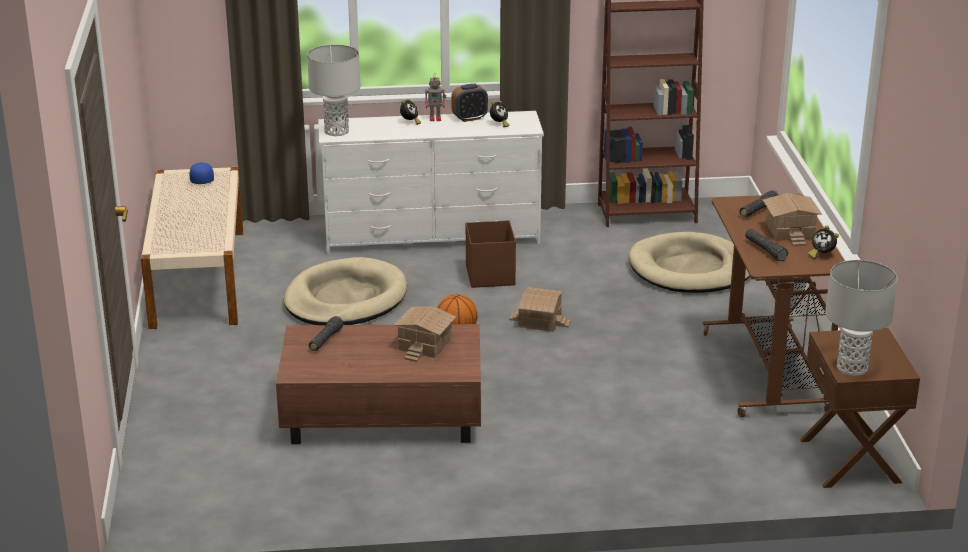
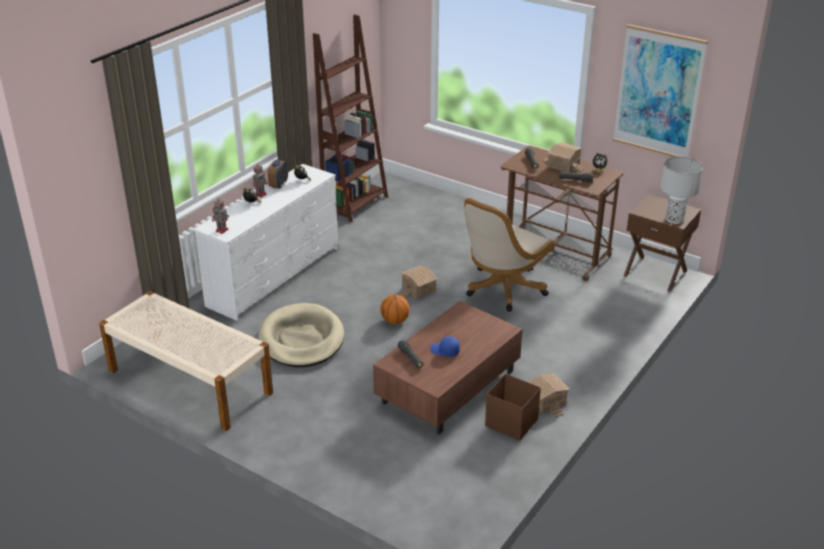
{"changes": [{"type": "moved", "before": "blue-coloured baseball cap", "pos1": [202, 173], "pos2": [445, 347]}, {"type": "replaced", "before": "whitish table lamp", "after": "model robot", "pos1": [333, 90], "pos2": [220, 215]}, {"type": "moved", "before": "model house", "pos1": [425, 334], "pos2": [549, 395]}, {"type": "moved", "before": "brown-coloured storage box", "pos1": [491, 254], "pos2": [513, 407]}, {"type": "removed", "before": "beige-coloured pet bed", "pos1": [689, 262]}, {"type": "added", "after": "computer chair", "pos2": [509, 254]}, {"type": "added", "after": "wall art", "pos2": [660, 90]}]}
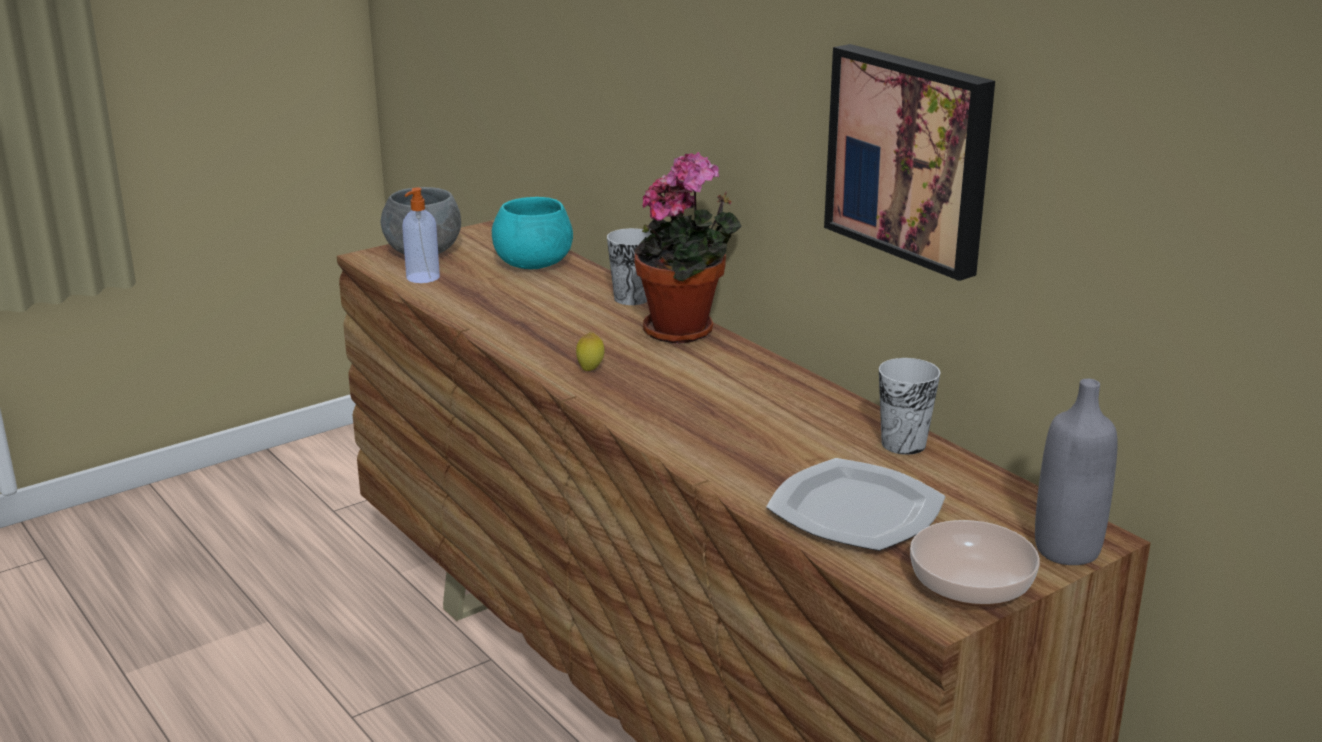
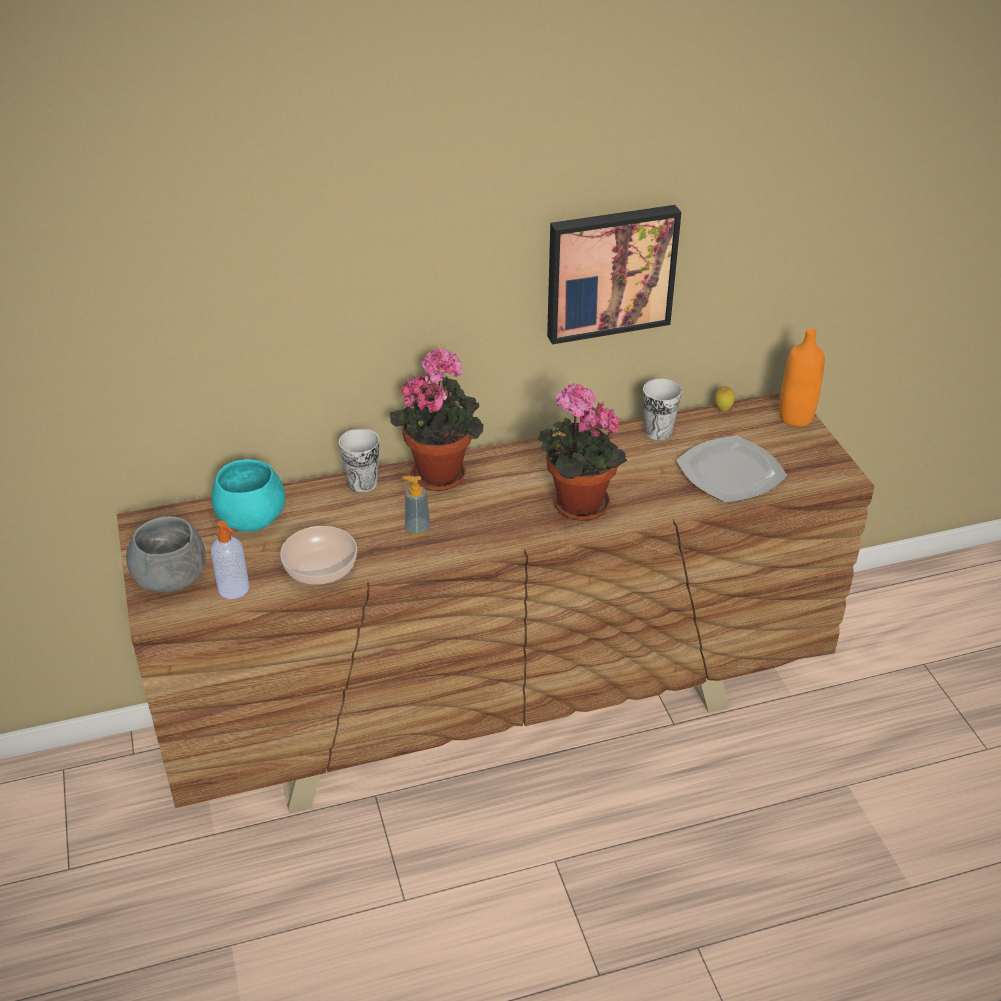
{"changes": [{"type": "moved", "before": "lemon", "pos1": [590, 351], "pos2": [725, 399]}, {"type": "moved", "before": "deep dish", "pos1": [975, 563], "pos2": [318, 555]}, {"type": "recoloured", "before": "greyish bottle", "after": "orangey bottle", "pos1": [1076, 472], "pos2": [802, 377]}, {"type": "added", "after": "liquid soap bottle", "pos2": [416, 506]}, {"type": "added", "after": "plant in a pot", "pos2": [582, 452]}]}
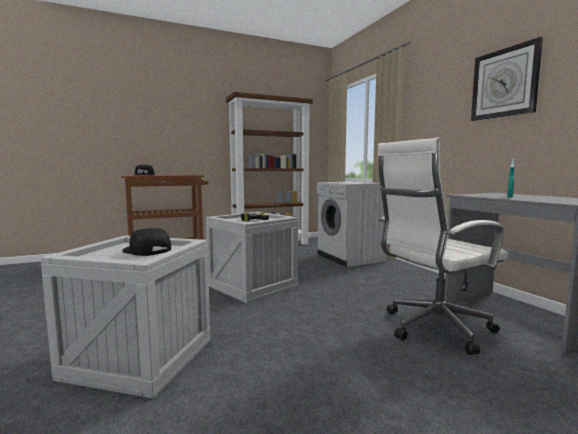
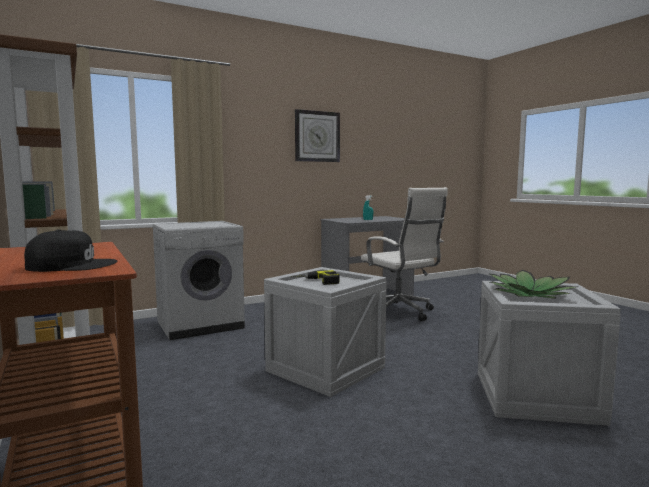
{"changes": [{"type": "replaced", "before": "black-coloured baseball cap", "after": "plant in a pot", "pos1": [146, 242], "pos2": [532, 284]}]}
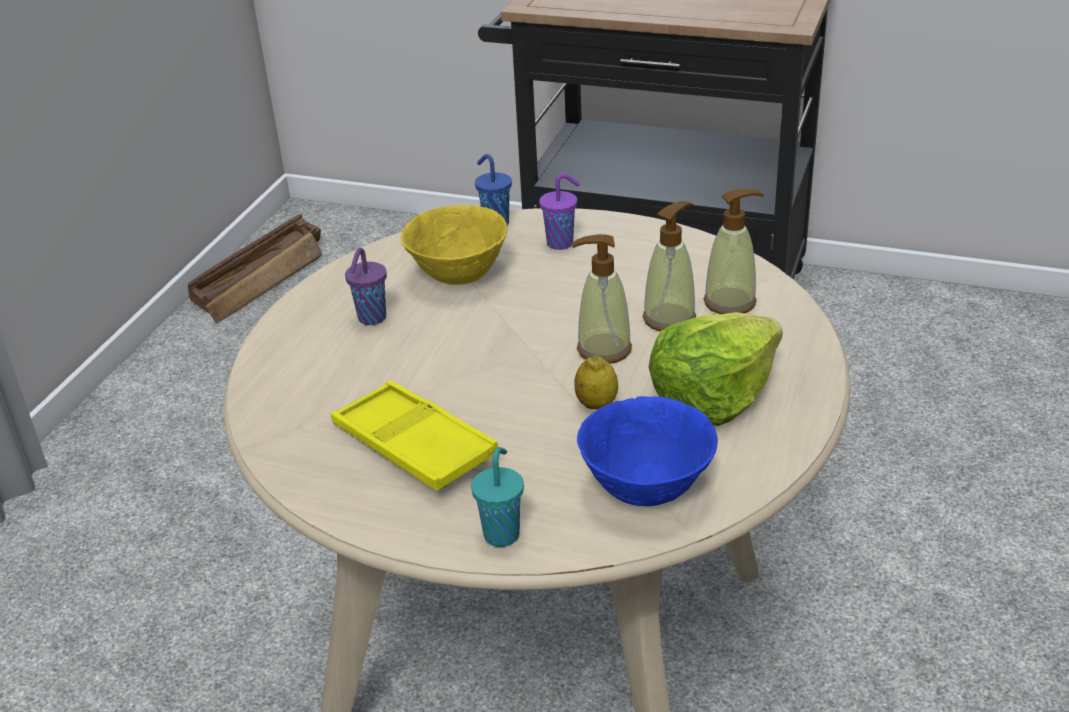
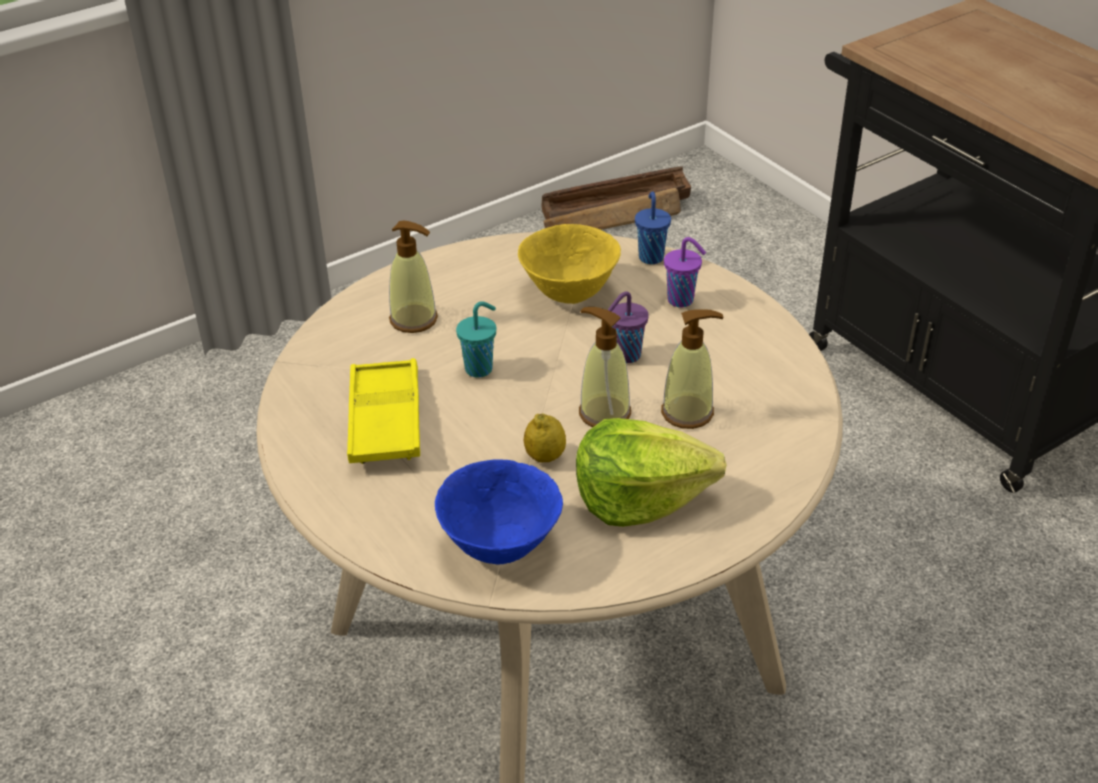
{"changes": [{"type": "moved", "before": "purple cup", "pos1": [366, 286], "pos2": [628, 327]}, {"type": "moved", "before": "turquoise-coloured cup", "pos1": [497, 497], "pos2": [476, 339]}, {"type": "moved", "before": "liquid soap bottle", "pos1": [733, 251], "pos2": [413, 277]}]}
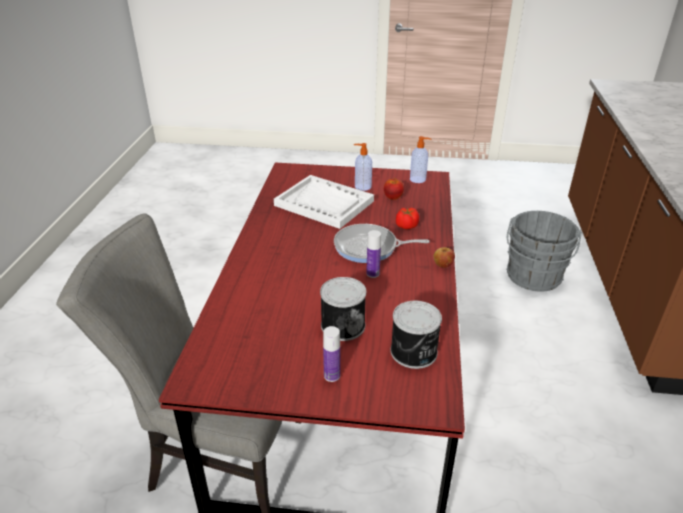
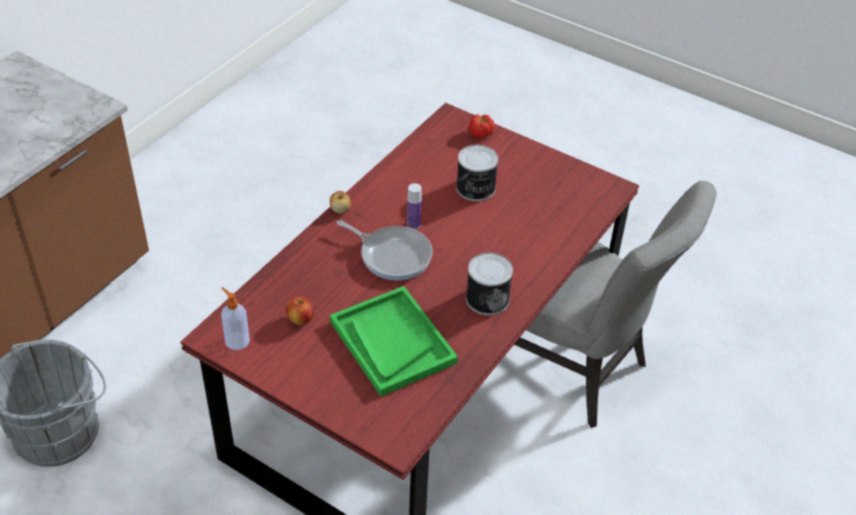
{"changes": [{"type": "recoloured", "before": "whitish serving tray", "after": "green serving tray", "pos1": [324, 202], "pos2": [394, 341]}, {"type": "removed", "before": "bottle", "pos1": [331, 354]}, {"type": "removed", "before": "liquid soap bottle", "pos1": [363, 167]}, {"type": "moved", "before": "metal can", "pos1": [416, 335], "pos2": [489, 284]}, {"type": "moved", "before": "tomato", "pos1": [408, 218], "pos2": [481, 126]}]}
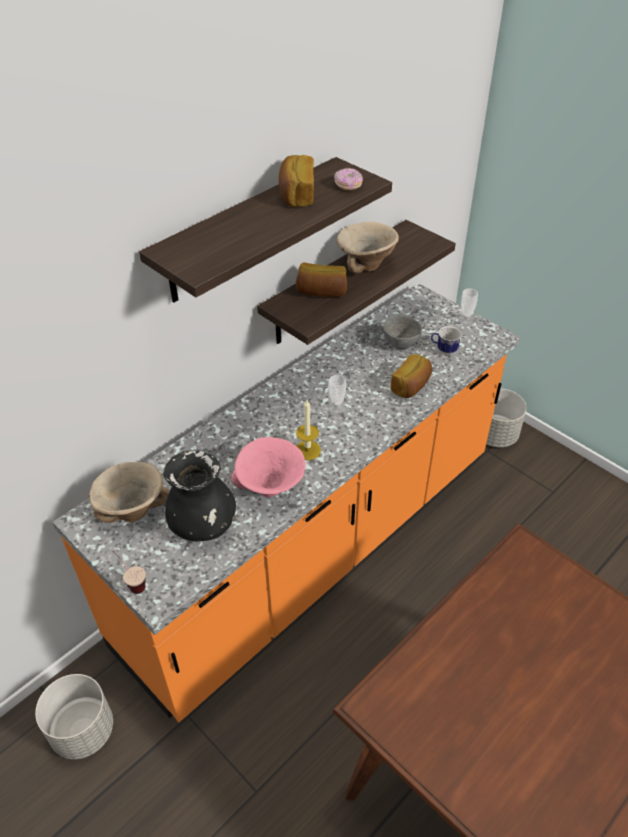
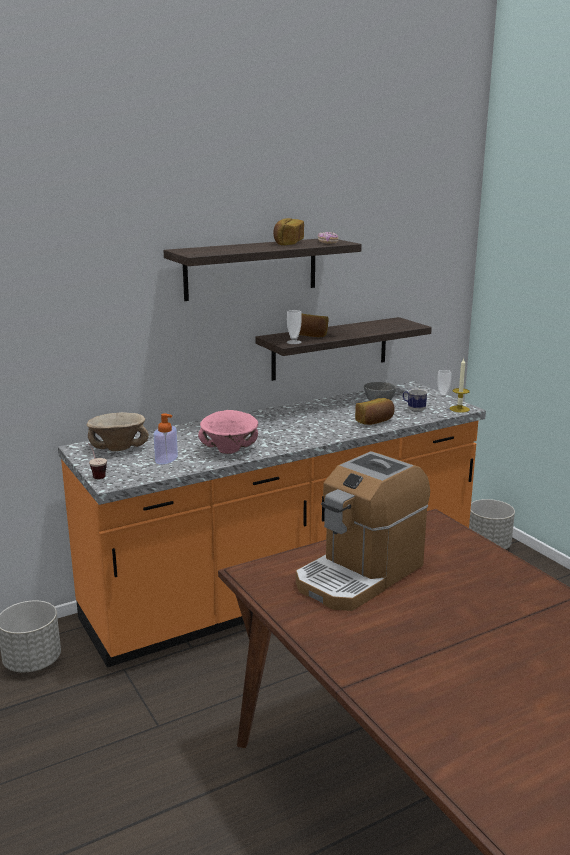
{"changes": [{"type": "replaced", "before": "black-coloured vase", "after": "liquid soap bottle", "pos1": [199, 496], "pos2": [166, 438]}, {"type": "moved", "before": "candle", "pos1": [308, 430], "pos2": [460, 385]}, {"type": "moved", "before": "cup", "pos1": [337, 394], "pos2": [294, 327]}, {"type": "removed", "before": "beige-coloured deep dish", "pos1": [367, 248]}, {"type": "added", "after": "coffee brewer", "pos2": [363, 531]}]}
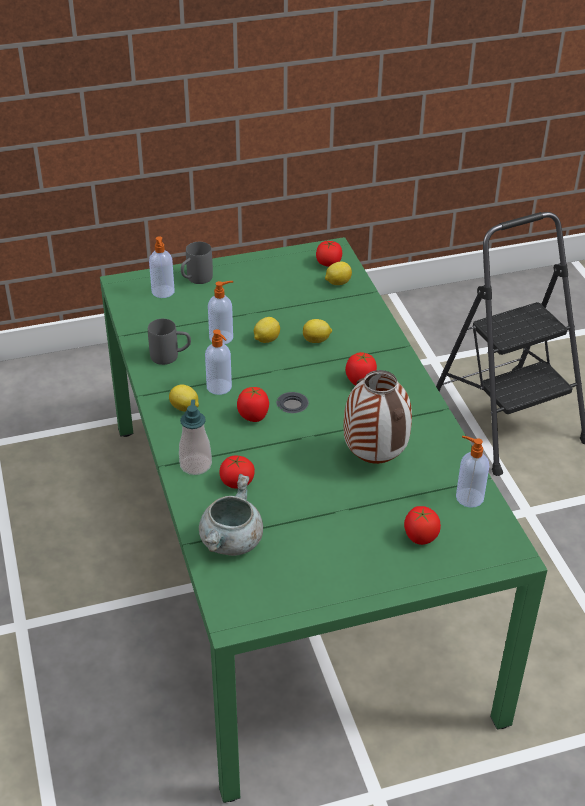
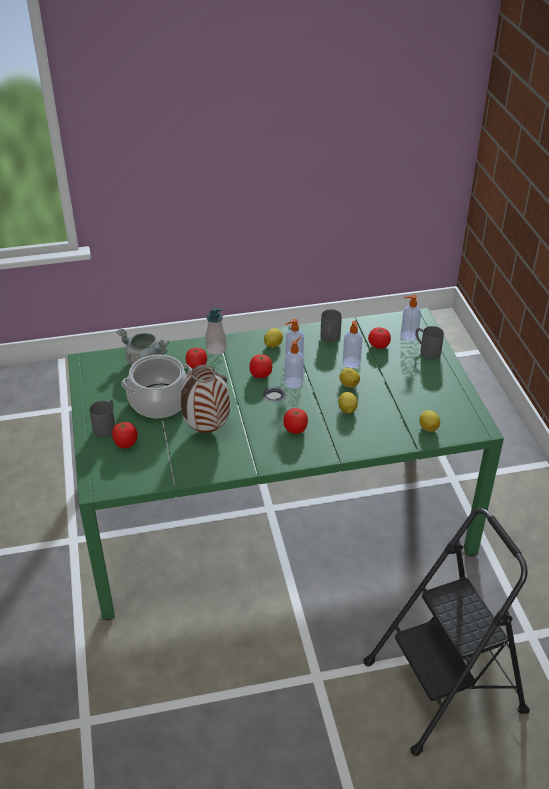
{"changes": [{"type": "moved", "before": "tomato", "pos1": [329, 254], "pos2": [379, 338]}, {"type": "moved", "before": "liquid soap bottle", "pos1": [472, 472], "pos2": [294, 362]}, {"type": "added", "after": "greyish mug", "pos2": [102, 418]}, {"type": "added", "after": "cooking pot", "pos2": [156, 386]}]}
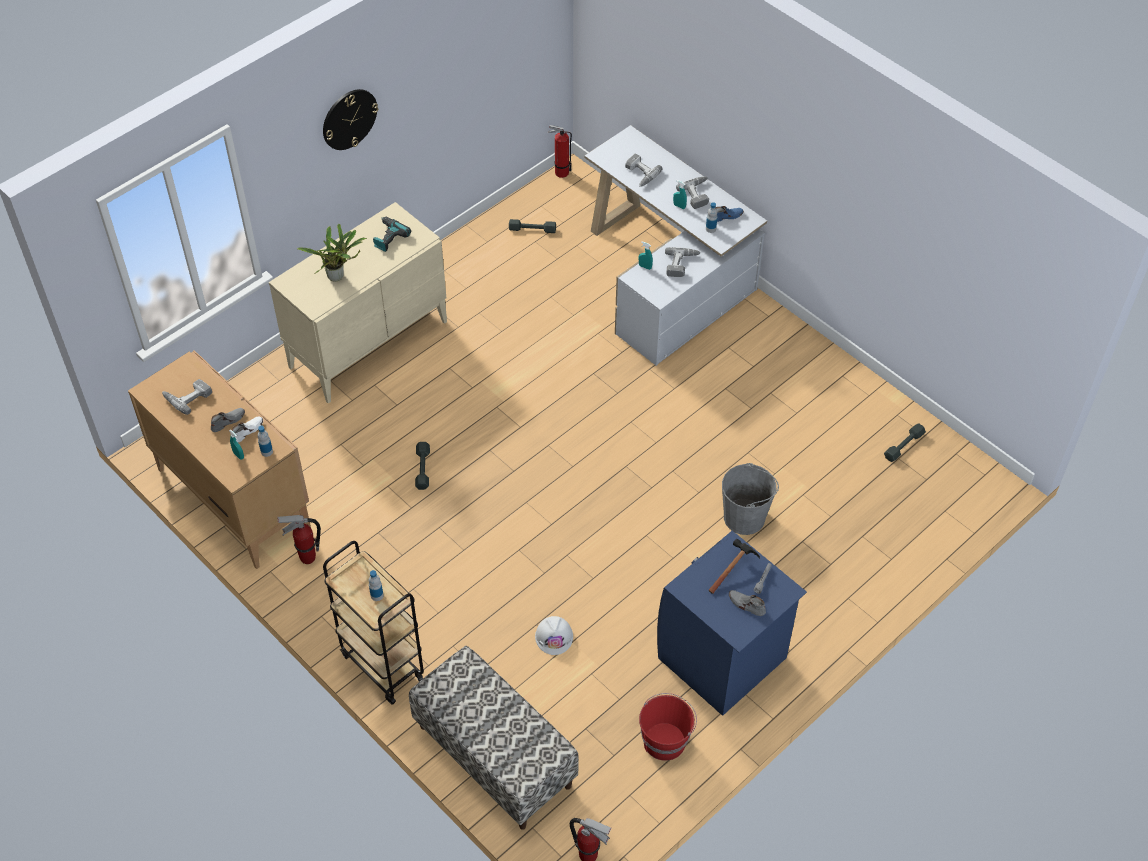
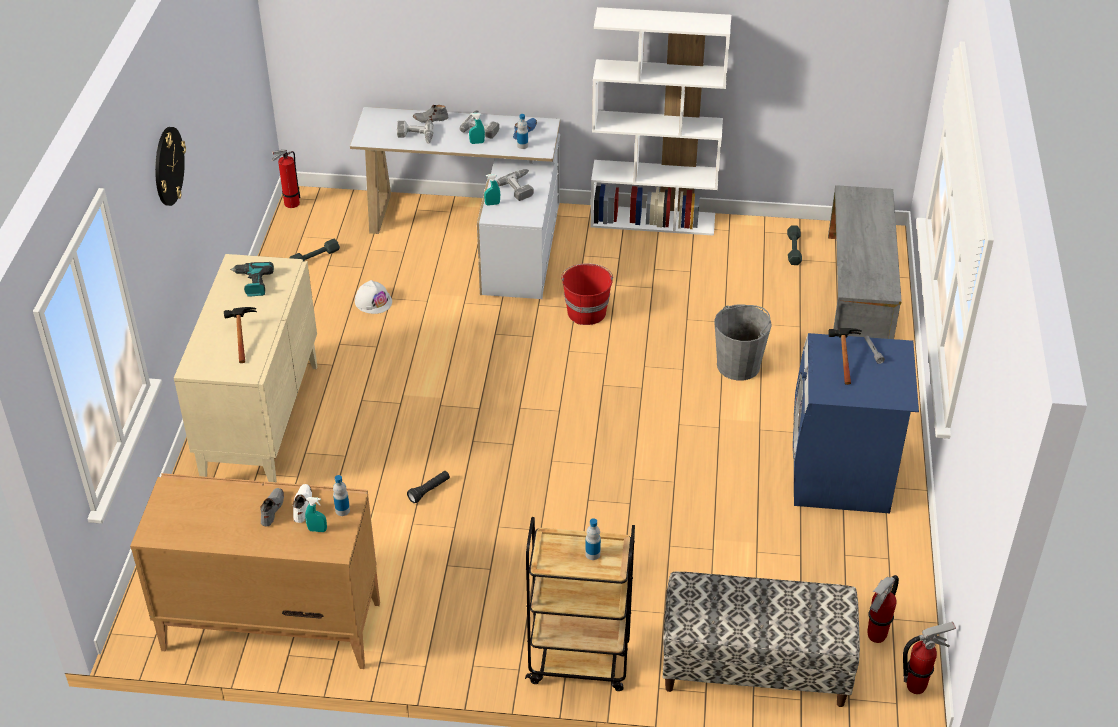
{"changes": [{"type": "removed", "before": "power drill", "pos1": [187, 397]}, {"type": "moved", "before": "fire-fighting cylinder", "pos1": [299, 539], "pos2": [883, 609]}, {"type": "replaced", "before": "plant in a pot", "after": "hand hammer", "pos1": [332, 253], "pos2": [240, 335]}, {"type": "replaced", "before": "greyish dumbbell", "after": "black-coloured hand torch", "pos1": [422, 466], "pos2": [428, 487]}, {"type": "moved", "before": "whitish work helmet", "pos1": [554, 635], "pos2": [373, 297]}, {"type": "moved", "before": "red-coloured pail", "pos1": [668, 727], "pos2": [587, 294]}, {"type": "moved", "before": "greyish item of footwear", "pos1": [747, 603], "pos2": [430, 114]}, {"type": "added", "after": "whitish bookcase", "pos2": [660, 121]}, {"type": "added", "after": "greyish indoor bench", "pos2": [865, 262]}]}
